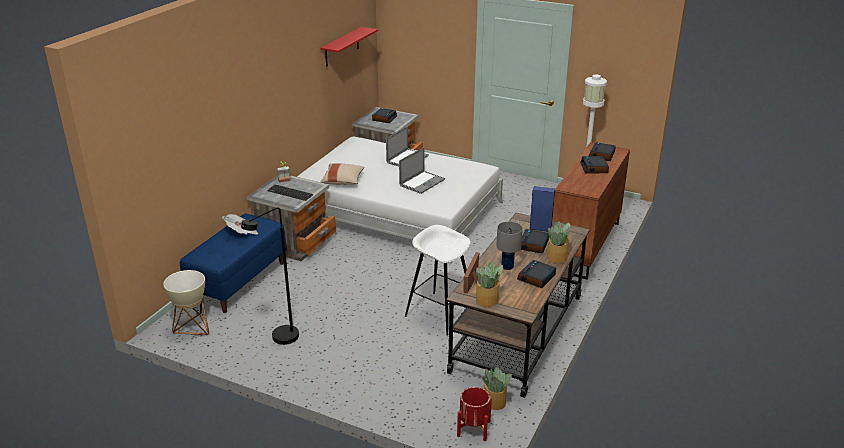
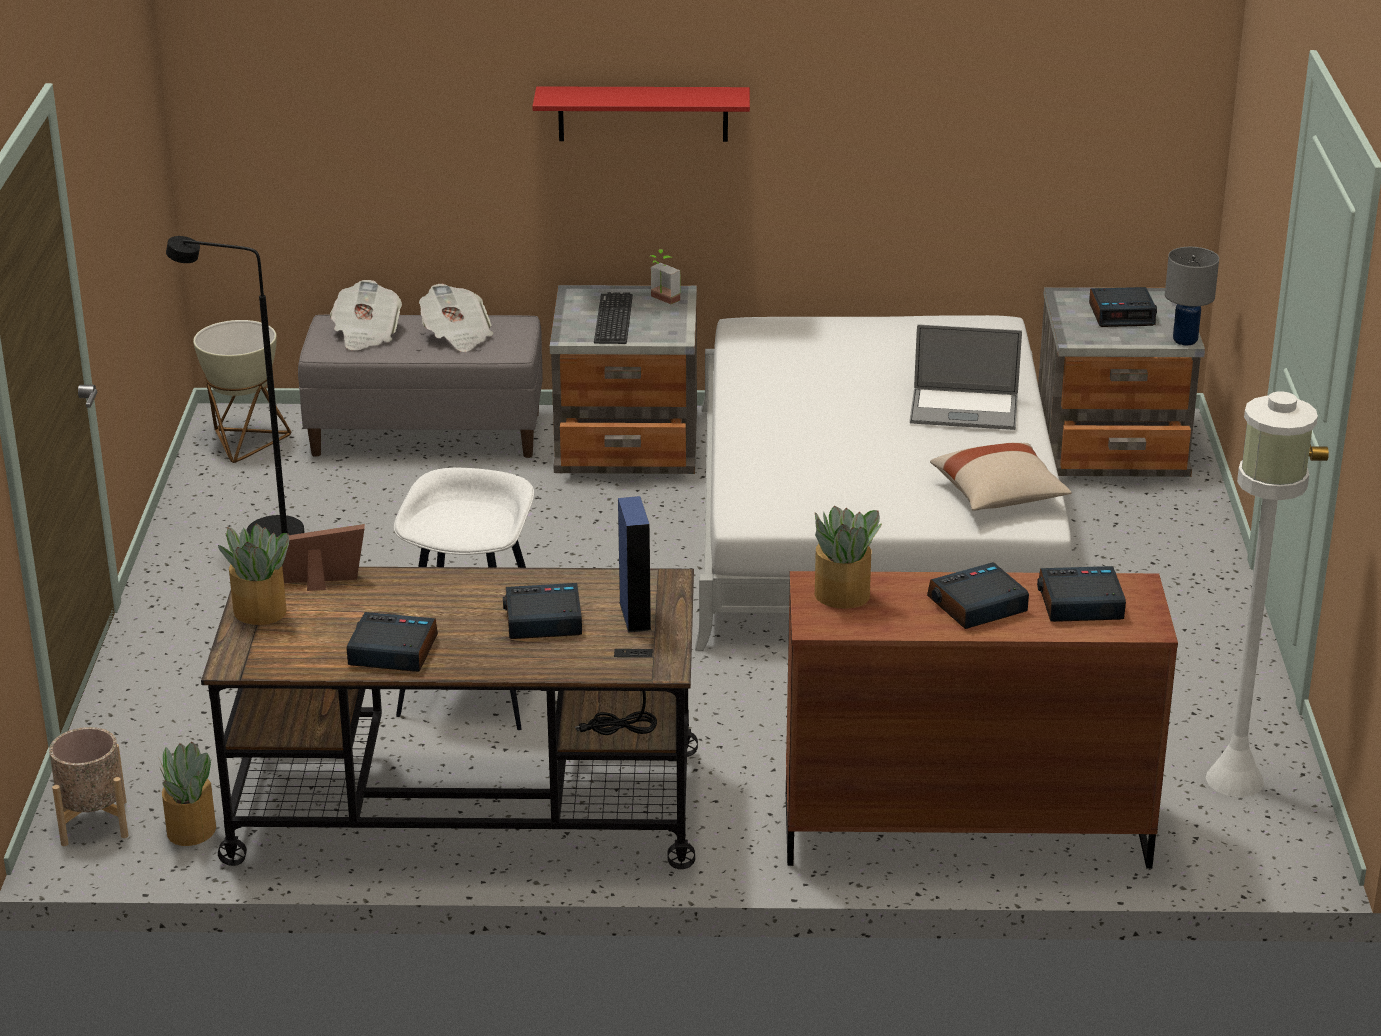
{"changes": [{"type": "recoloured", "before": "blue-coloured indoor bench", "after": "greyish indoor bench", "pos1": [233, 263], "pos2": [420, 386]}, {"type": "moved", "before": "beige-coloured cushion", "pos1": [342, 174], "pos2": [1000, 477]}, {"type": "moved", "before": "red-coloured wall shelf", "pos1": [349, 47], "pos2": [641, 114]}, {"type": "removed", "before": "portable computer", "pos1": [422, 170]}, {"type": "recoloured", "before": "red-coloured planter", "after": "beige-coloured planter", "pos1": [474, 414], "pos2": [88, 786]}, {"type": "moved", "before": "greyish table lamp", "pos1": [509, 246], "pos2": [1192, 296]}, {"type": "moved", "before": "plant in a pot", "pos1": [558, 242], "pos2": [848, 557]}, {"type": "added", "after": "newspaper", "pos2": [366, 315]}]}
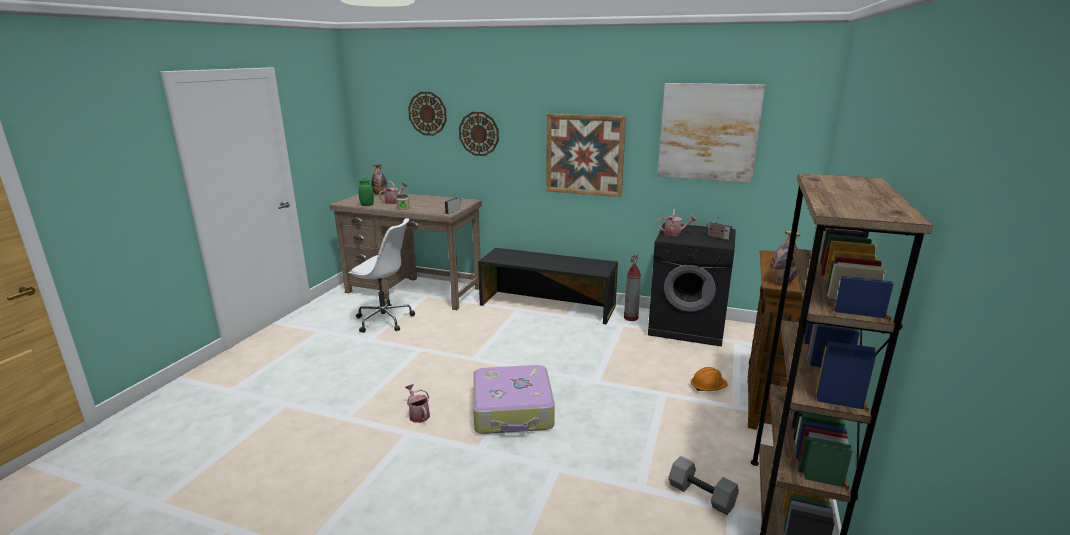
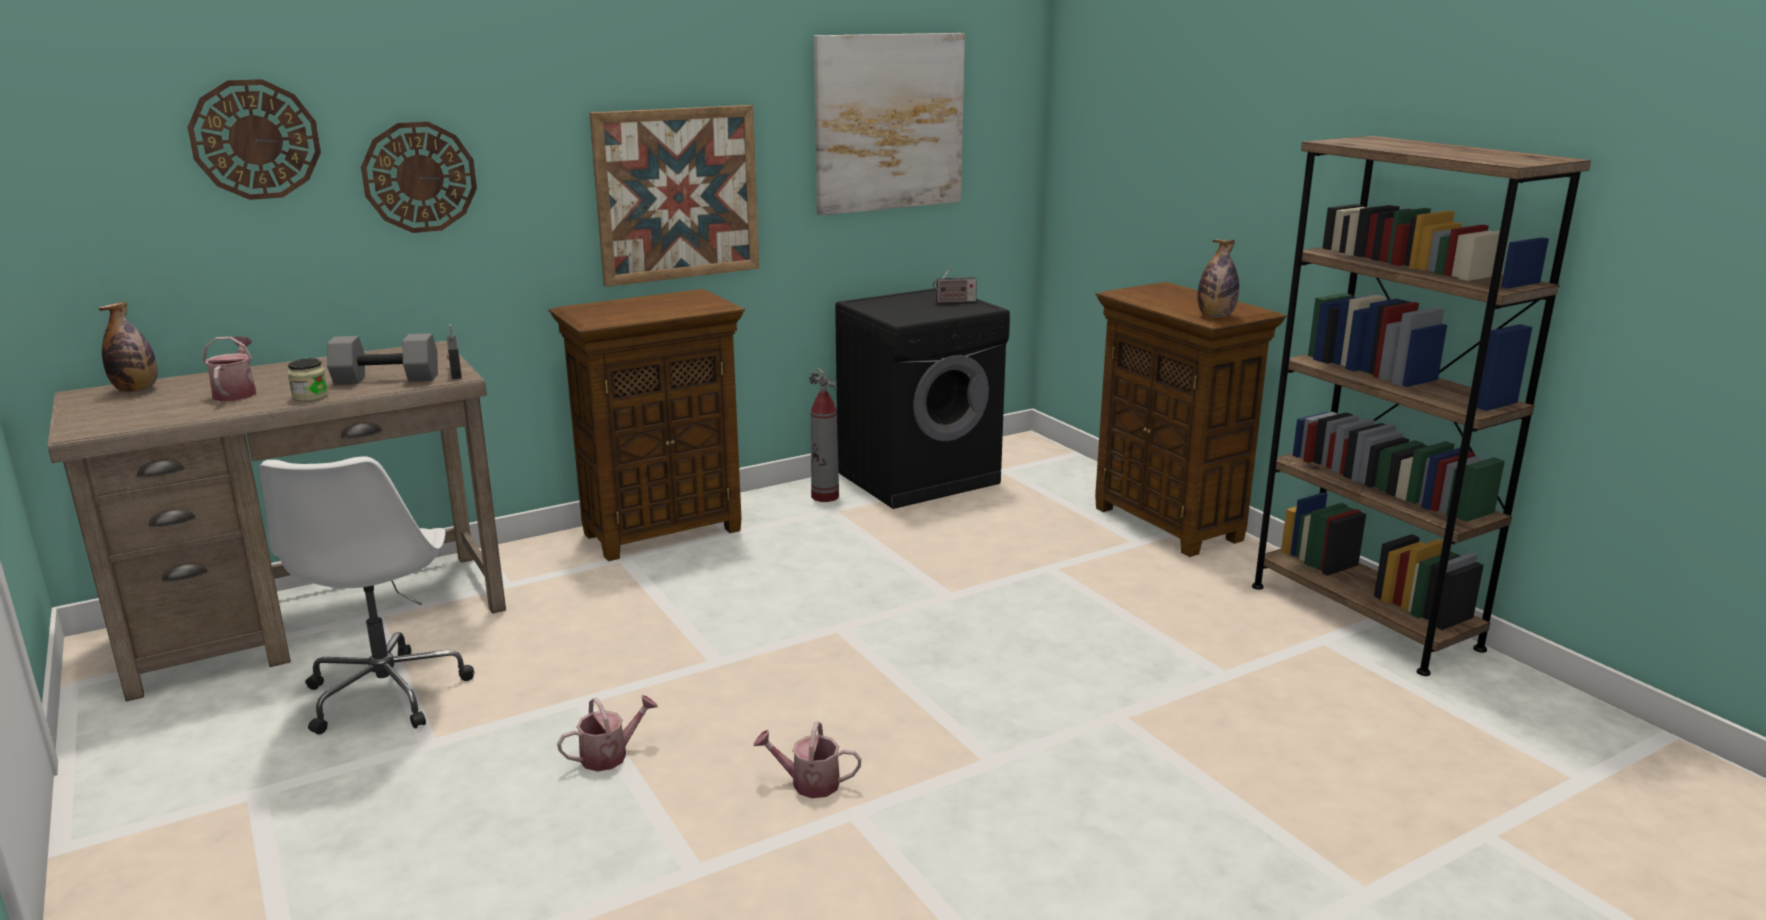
{"changes": [{"type": "turned", "before": "whitish computer chair", "pos1": [381, 275], "pos2": [367, 595], "turn": 120}, {"type": "removed", "before": "green jar", "pos1": [366, 192]}, {"type": "removed", "before": "piece of luggage", "pos1": [514, 399]}, {"type": "replaced", "before": "black-coloured indoor bench", "after": "brown-coloured cupboard", "pos1": [548, 286], "pos2": [646, 425]}, {"type": "moved", "before": "sprinkling can", "pos1": [677, 222], "pos2": [607, 733]}, {"type": "moved", "before": "greyish dumbbell", "pos1": [703, 485], "pos2": [382, 359]}, {"type": "removed", "before": "orangey work helmet", "pos1": [709, 379]}]}
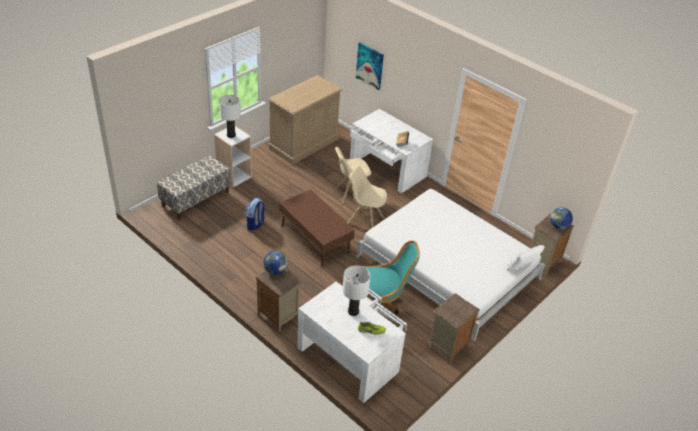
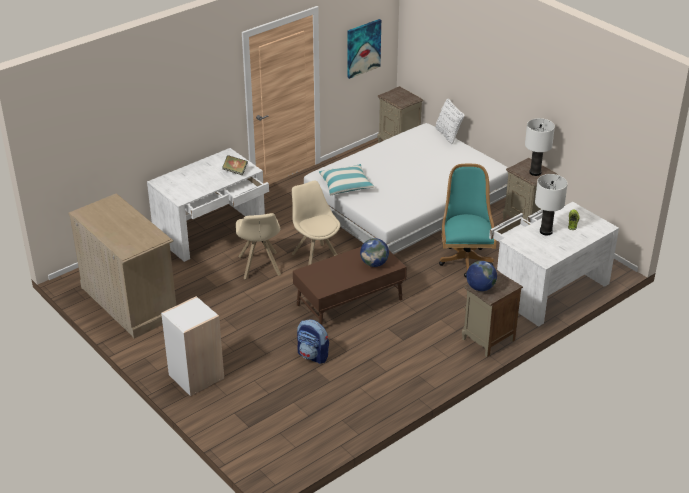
{"changes": [{"type": "removed", "before": "indoor bench", "pos1": [194, 187]}, {"type": "moved", "before": "whitish table lamp", "pos1": [230, 116], "pos2": [540, 147]}, {"type": "turned", "before": "beige-coloured chair", "pos1": [367, 197], "pos2": [316, 223], "turn": 120}, {"type": "moved", "before": "wall art", "pos1": [370, 66], "pos2": [364, 49]}, {"type": "moved", "before": "world globe", "pos1": [561, 218], "pos2": [374, 252]}, {"type": "added", "after": "cushion", "pos2": [346, 179]}]}
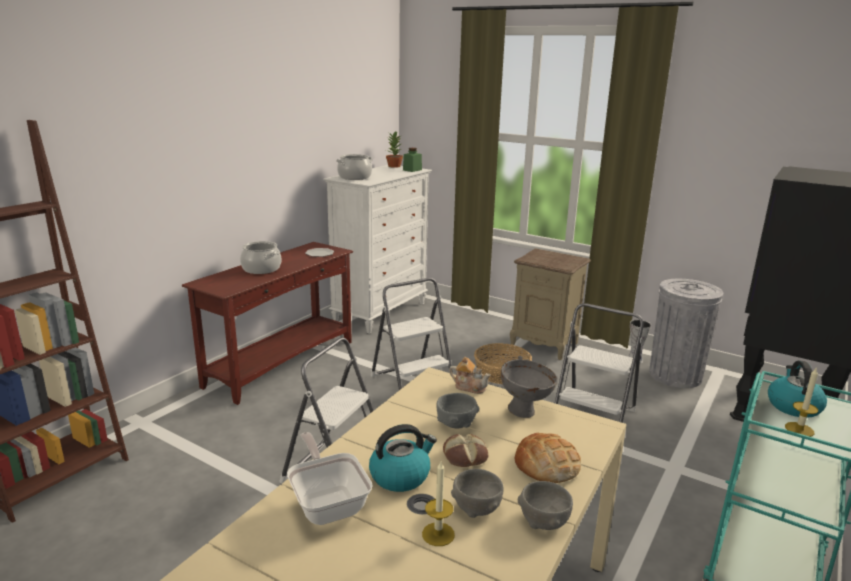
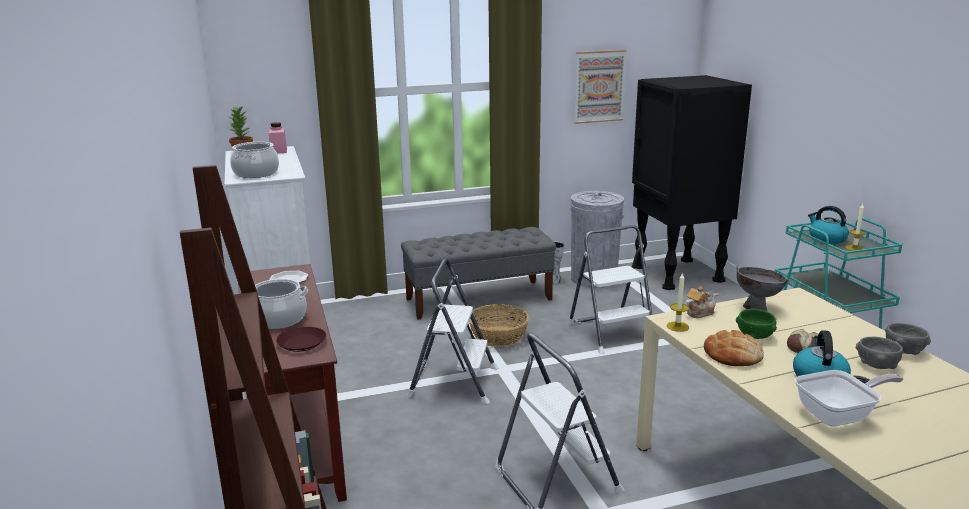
{"changes": [{"type": "turned", "before": "frying pan", "pos1": [330, 478], "pos2": [849, 398], "turn": 150}, {"type": "recoloured", "before": "green jar", "after": "pink jar", "pos1": [412, 160], "pos2": [278, 137]}, {"type": "moved", "before": "candle", "pos1": [438, 503], "pos2": [678, 302]}, {"type": "recoloured", "before": "greyish deep dish", "after": "green deep dish", "pos1": [457, 411], "pos2": [756, 324]}, {"type": "replaced", "before": "beige-coloured nightstand", "after": "greyish indoor bench", "pos1": [550, 304], "pos2": [478, 273]}, {"type": "moved", "before": "bakery bread", "pos1": [548, 458], "pos2": [734, 348]}, {"type": "added", "after": "brown-coloured flat dish", "pos2": [301, 339]}, {"type": "added", "after": "wall art", "pos2": [600, 87]}]}
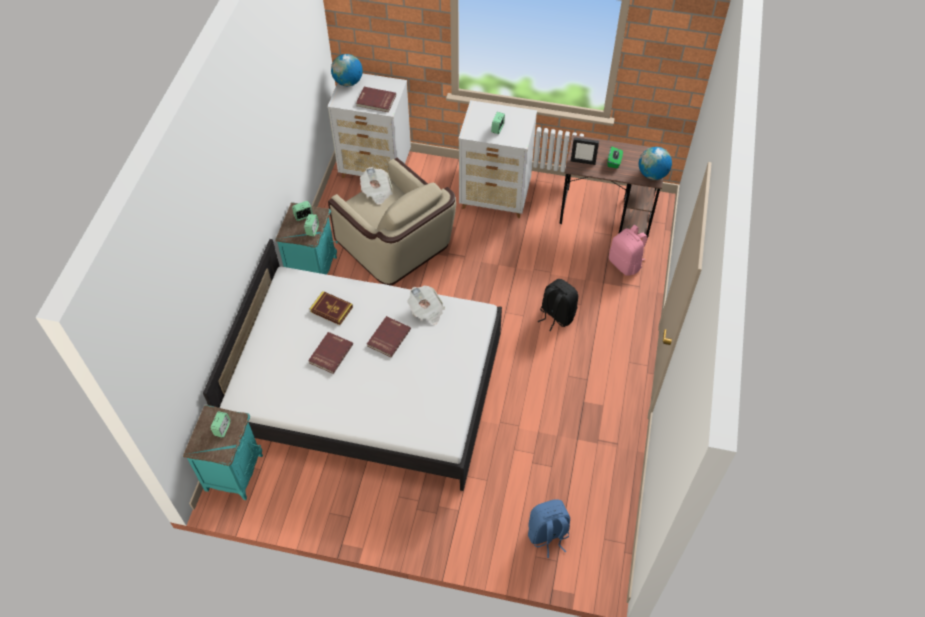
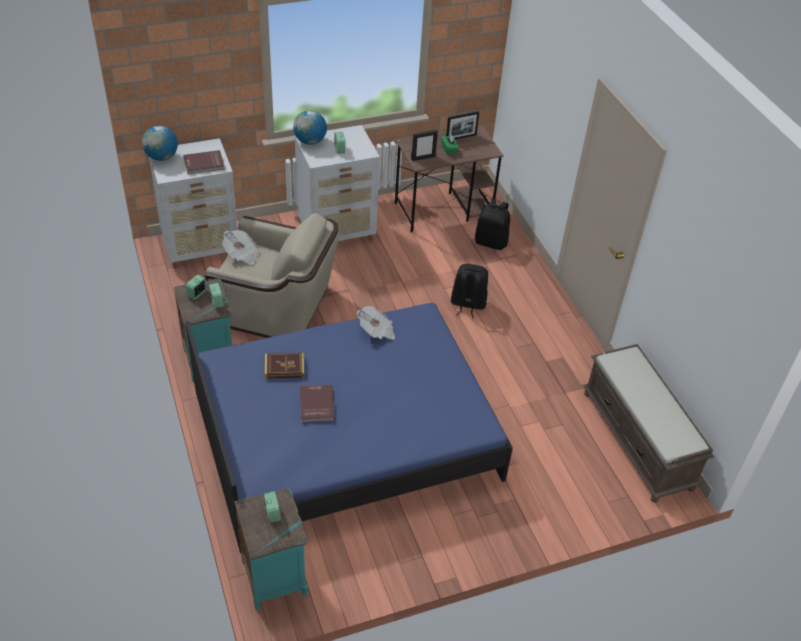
{"changes": [{"type": "recoloured", "before": "whitish bedroom bed", "after": "blue-coloured bedroom bed", "pos1": [352, 365], "pos2": [349, 428]}, {"type": "removed", "before": "red-coloured book", "pos1": [389, 336]}, {"type": "removed", "before": "blue-coloured knapsack", "pos1": [549, 528]}, {"type": "recoloured", "before": "pink knapsack", "after": "black-coloured knapsack", "pos1": [628, 250], "pos2": [492, 224]}, {"type": "moved", "before": "world globe", "pos1": [655, 163], "pos2": [310, 127]}, {"type": "added", "after": "picture frame", "pos2": [462, 125]}, {"type": "added", "after": "brown-coloured indoor bench", "pos2": [648, 423]}]}
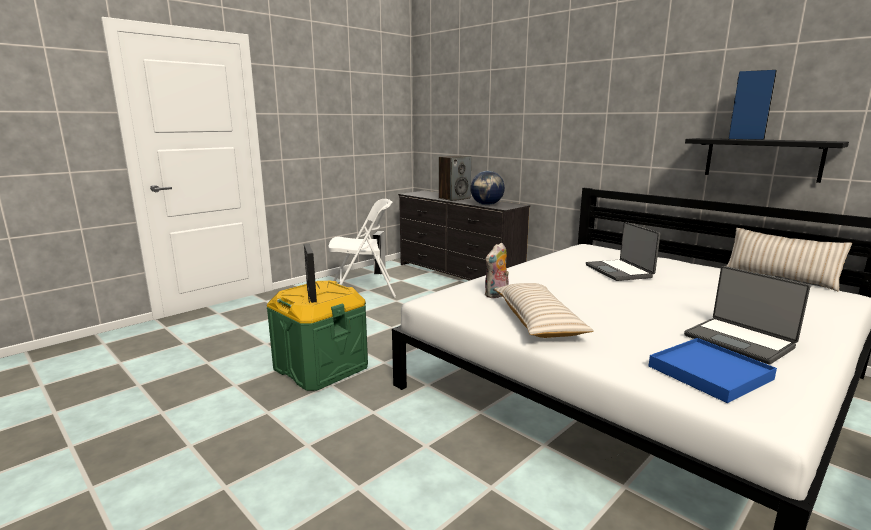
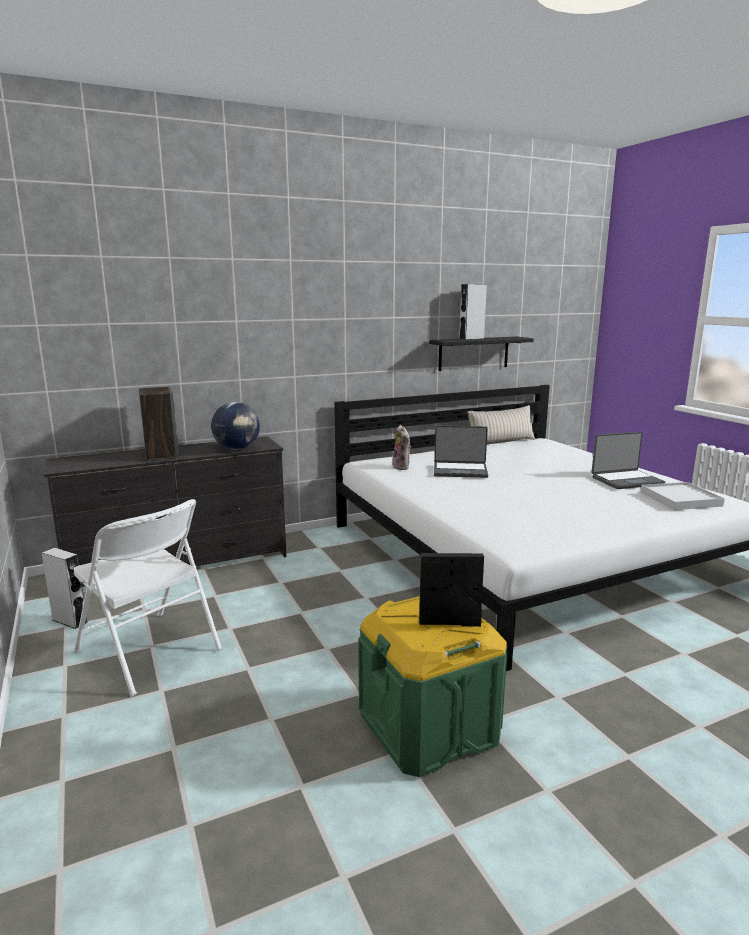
{"changes": [{"type": "turned", "before": "whitish chair", "pos1": [362, 248], "pos2": [148, 598], "turn": 120}, {"type": "moved", "before": "soft toy", "pos1": [497, 270], "pos2": [401, 447]}, {"type": "removed", "before": "beige-coloured cushion", "pos1": [544, 310]}, {"type": "recoloured", "before": "blue-coloured serving tray", "after": "whitish serving tray", "pos1": [713, 370], "pos2": [683, 496]}, {"type": "recoloured", "before": "blue-coloured loudspeaker", "after": "greyish loudspeaker", "pos1": [753, 105], "pos2": [473, 312]}]}
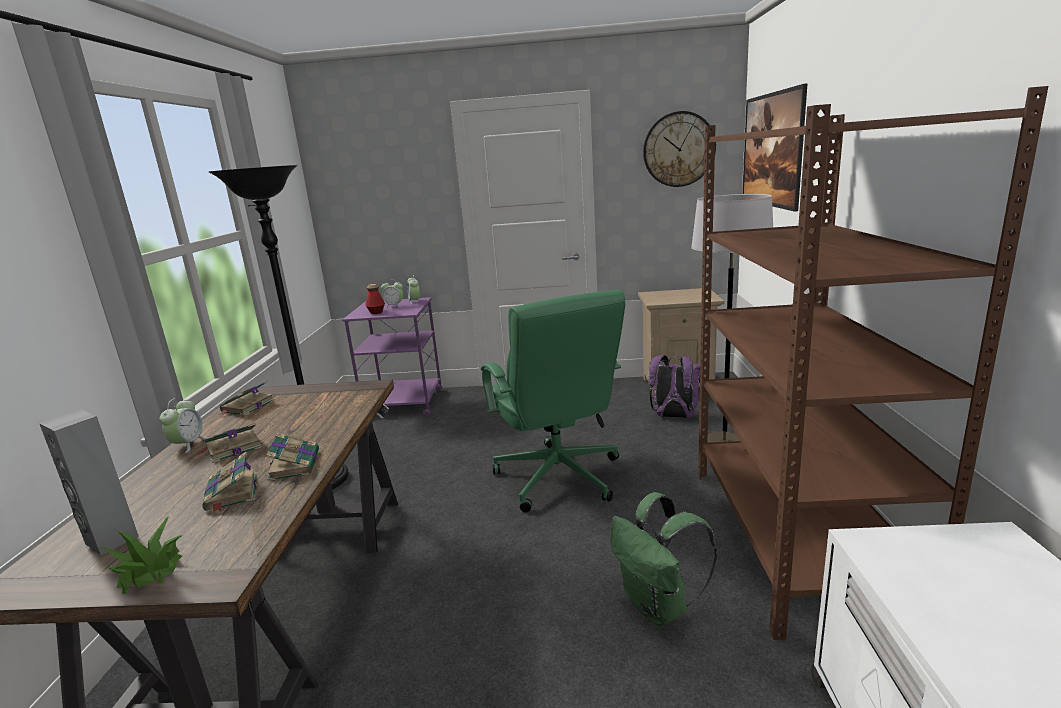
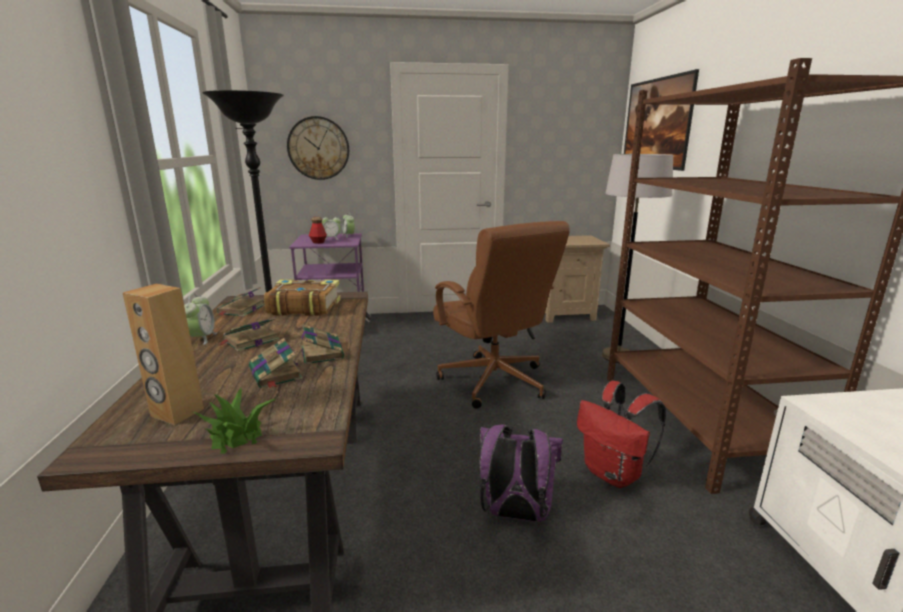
{"changes": [{"type": "recoloured", "before": "greyish loudspeaker", "after": "brown-coloured loudspeaker", "pos1": [89, 482], "pos2": [163, 354]}, {"type": "recoloured", "before": "green computer chair", "after": "brown-coloured computer chair", "pos1": [553, 401], "pos2": [501, 315]}, {"type": "recoloured", "before": "green knapsack", "after": "red-coloured knapsack", "pos1": [664, 559], "pos2": [621, 434]}, {"type": "moved", "before": "wall clock", "pos1": [679, 149], "pos2": [318, 148]}, {"type": "moved", "before": "purple knapsack", "pos1": [674, 386], "pos2": [521, 473]}, {"type": "added", "after": "book", "pos2": [302, 297]}]}
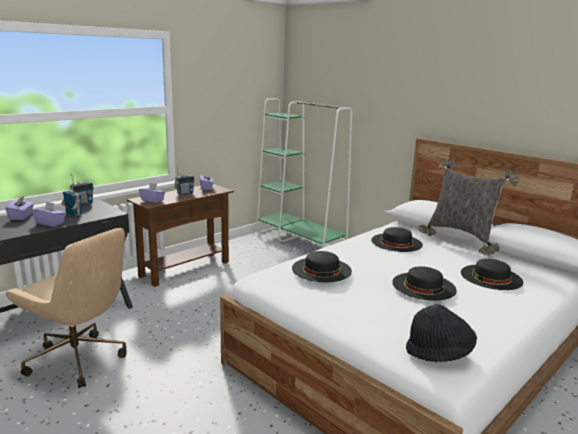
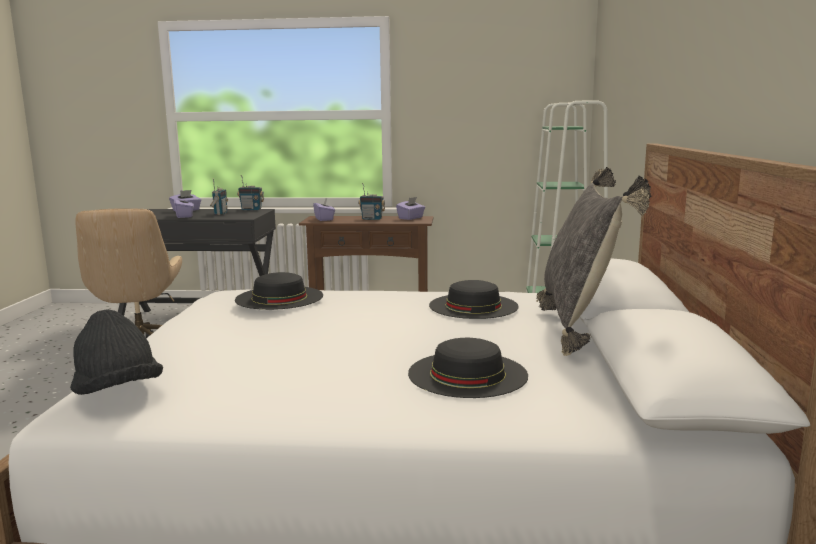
{"changes": [{"type": "removed", "before": "black-coloured hat", "pos1": [424, 283]}]}
